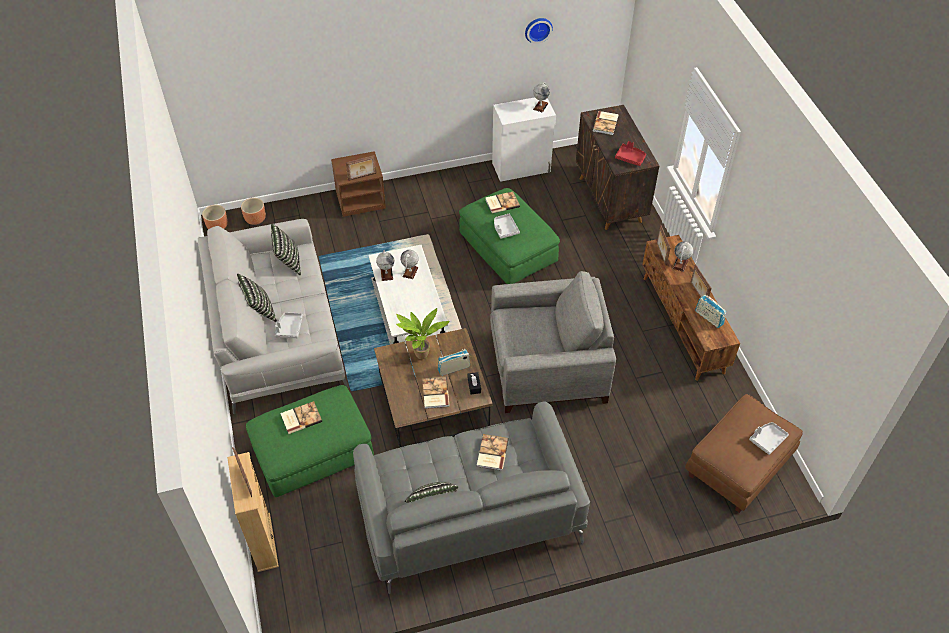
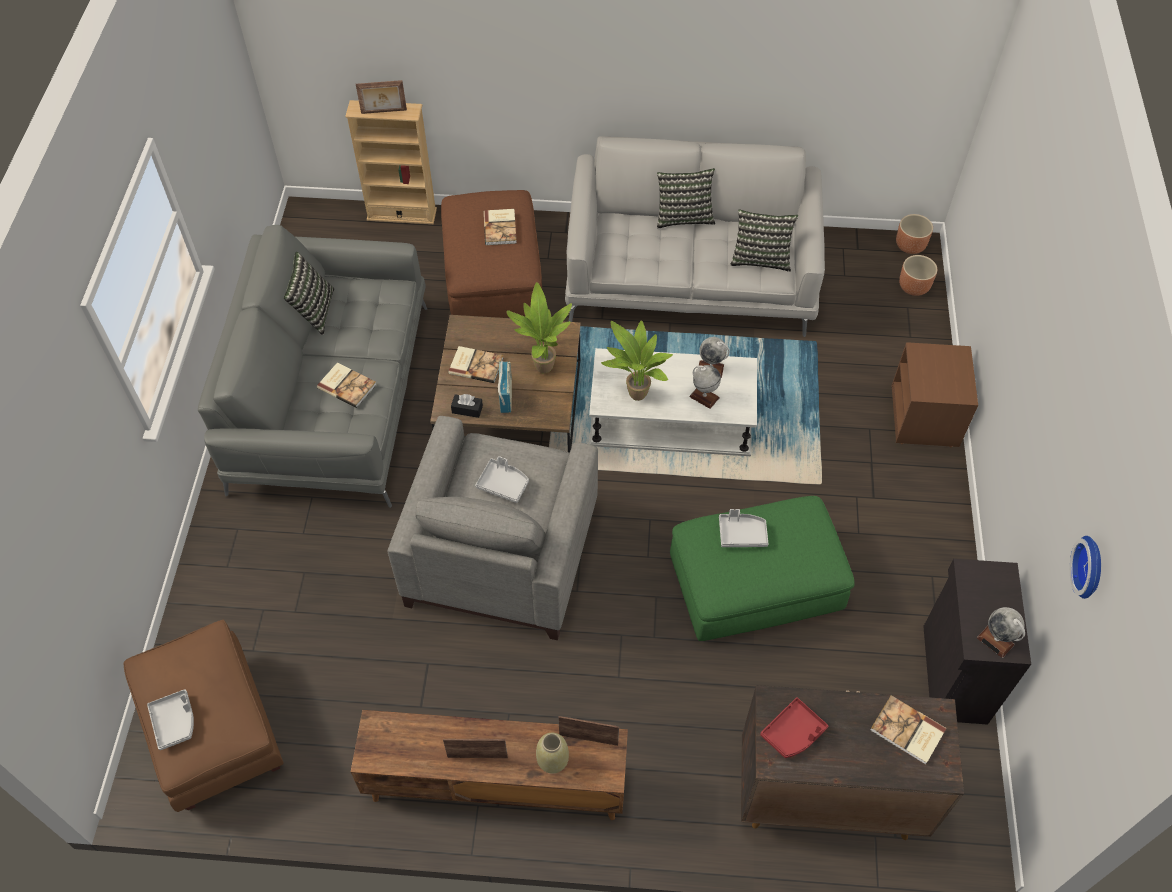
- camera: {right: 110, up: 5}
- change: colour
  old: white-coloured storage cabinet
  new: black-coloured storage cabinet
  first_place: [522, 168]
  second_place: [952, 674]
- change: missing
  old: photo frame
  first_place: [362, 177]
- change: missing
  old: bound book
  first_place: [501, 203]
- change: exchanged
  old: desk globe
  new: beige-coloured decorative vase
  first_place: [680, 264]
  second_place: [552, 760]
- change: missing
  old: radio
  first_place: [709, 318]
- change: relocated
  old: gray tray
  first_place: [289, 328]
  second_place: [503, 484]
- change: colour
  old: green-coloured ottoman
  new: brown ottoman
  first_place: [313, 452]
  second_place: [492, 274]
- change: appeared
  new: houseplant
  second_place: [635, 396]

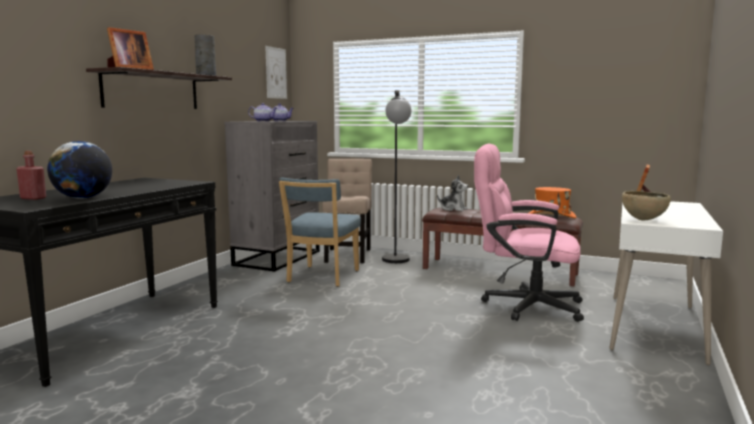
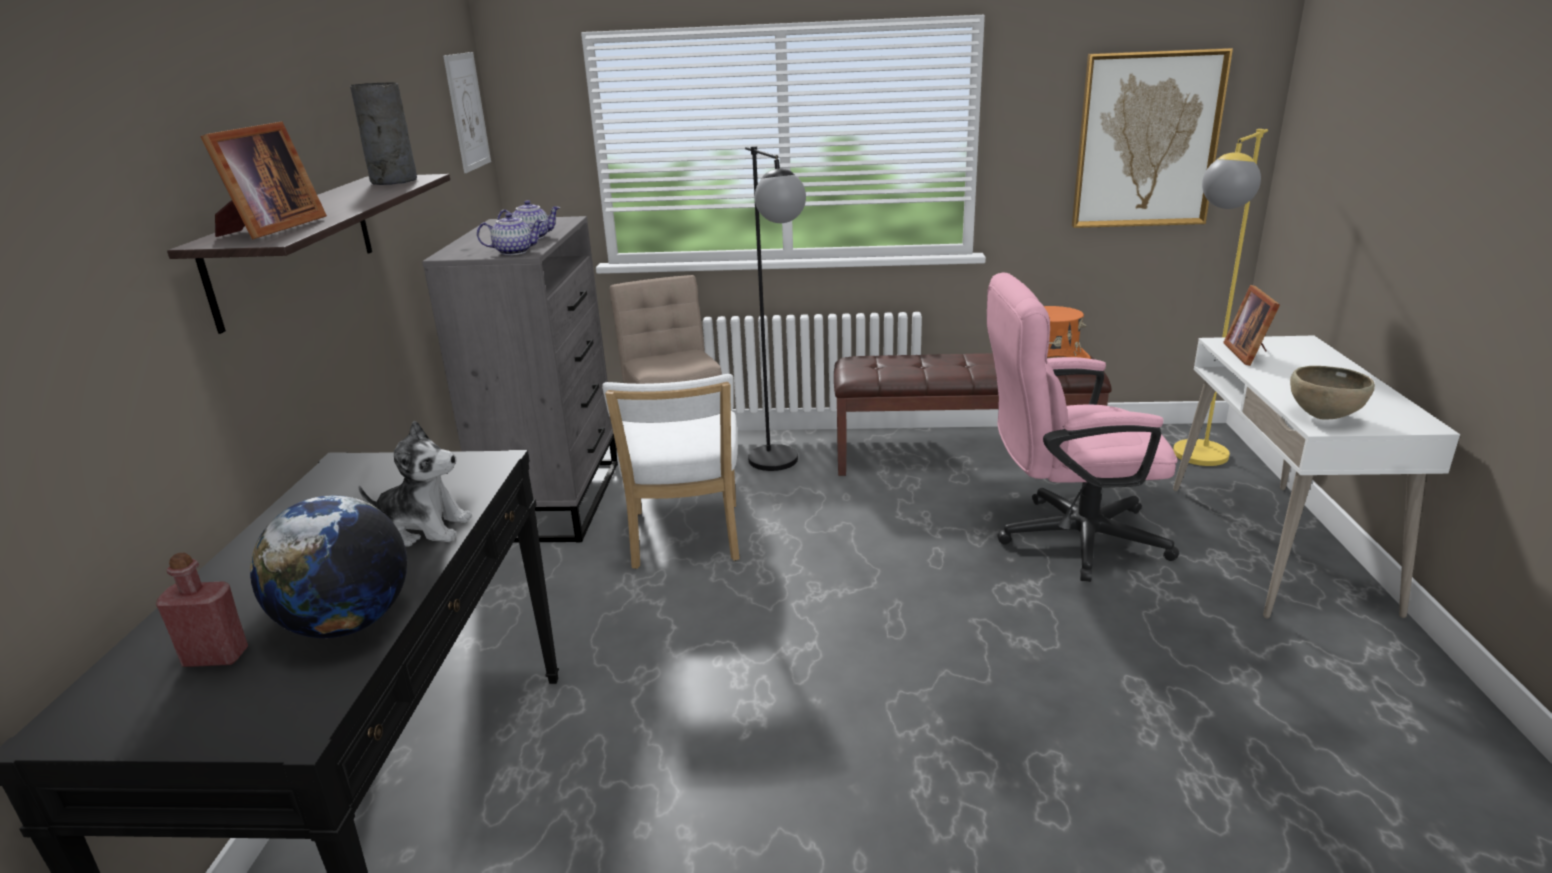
- camera: {right: -20, up: 15}
- change: relocated
  old: cuddly toy
  first_place: [453, 209]
  second_place: [424, 528]
- change: colour
  old: blue upright chair
  new: white-coloured upright chair
  first_place: [321, 277]
  second_place: [685, 540]
- change: appeared
  new: picture
  second_place: [1147, 140]
- change: appeared
  new: yellow floor lamp
  second_place: [1194, 461]

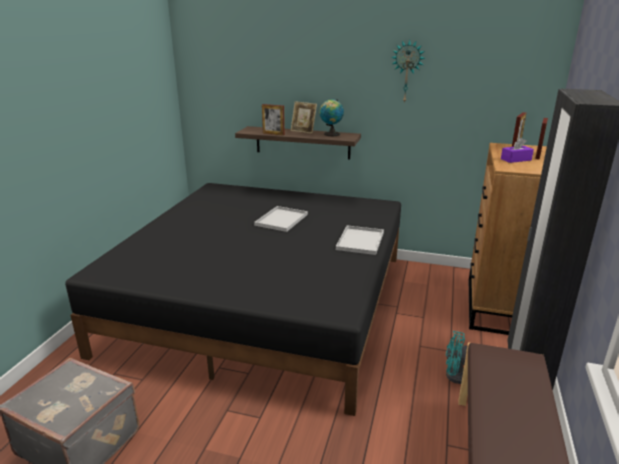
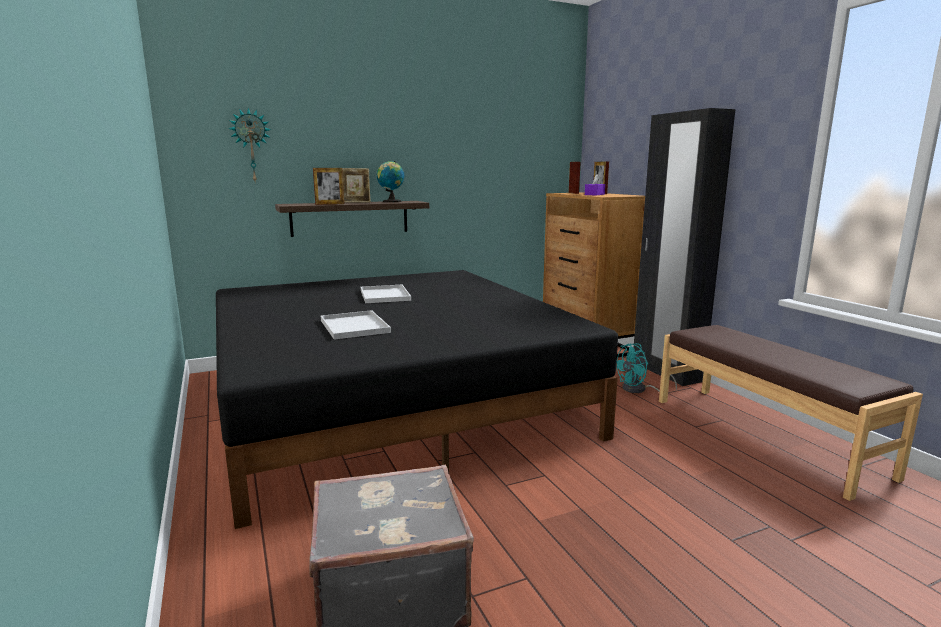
- camera: {right: -40, up: -10}
- change: relocated
  old: clock on the wall
  first_place: [407, 71]
  second_place: [251, 146]
- change: relocated
  old: white-coloured tray
  first_place: [360, 241]
  second_place: [355, 326]

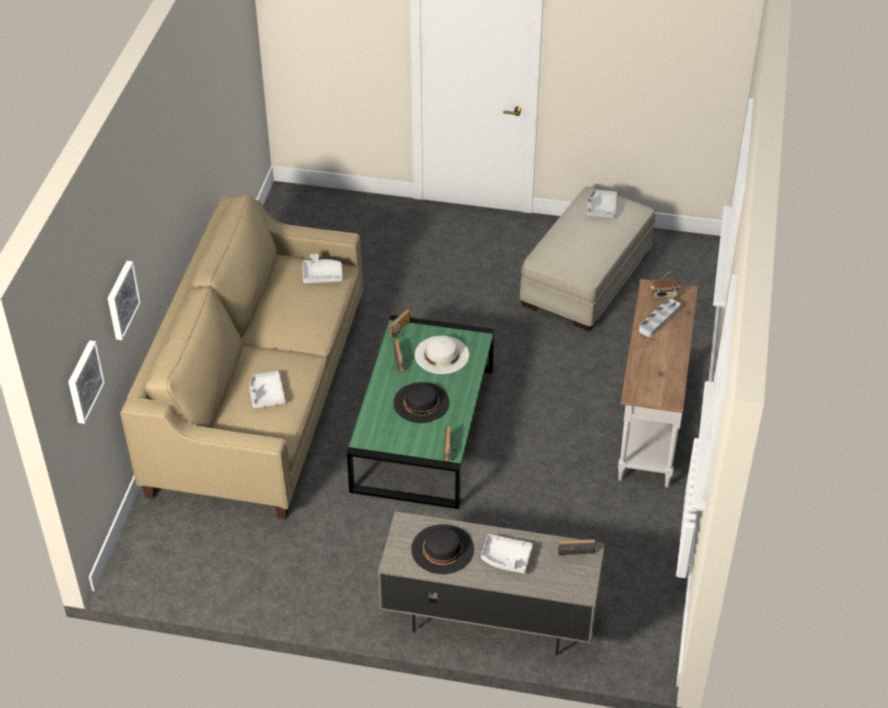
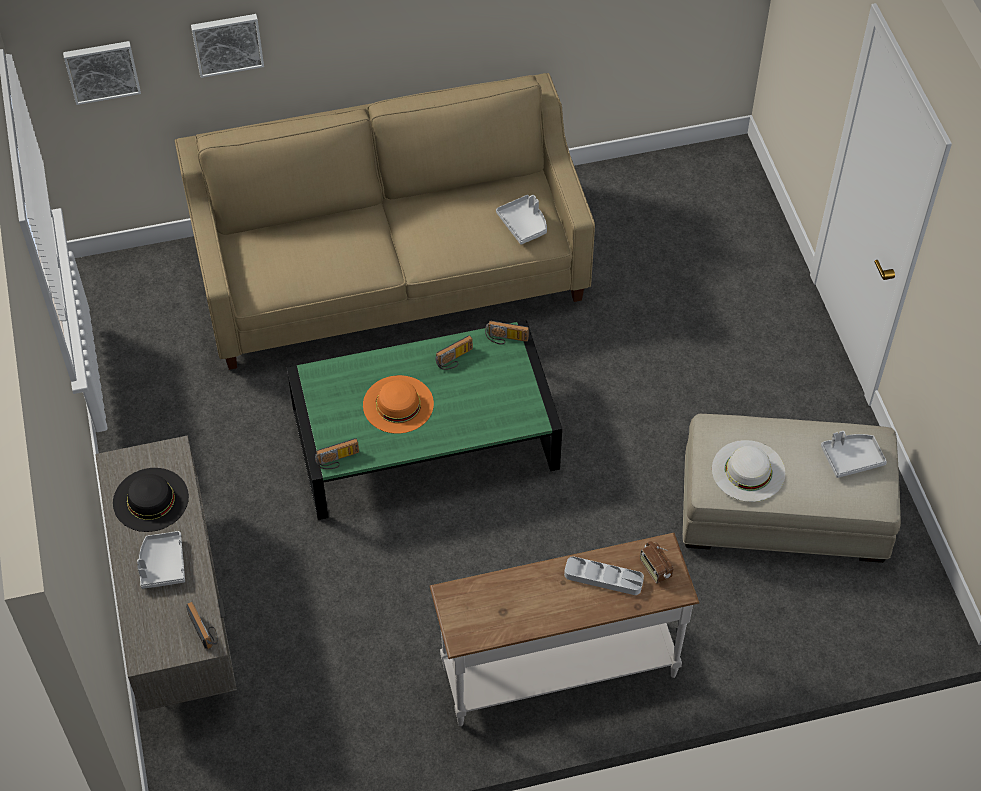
- camera: {right: 65, up: 10}
- change: relocated
  old: white-coloured hat
  first_place: [441, 355]
  second_place: [748, 471]
- change: missing
  old: gray tray
  first_place: [266, 394]
- change: colour
  old: black-coloured hat
  new: orange hat
  first_place: [421, 402]
  second_place: [398, 404]

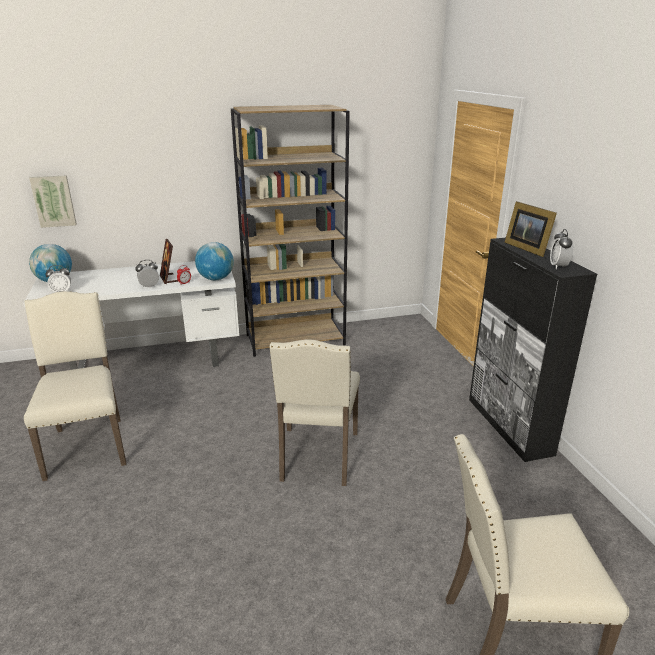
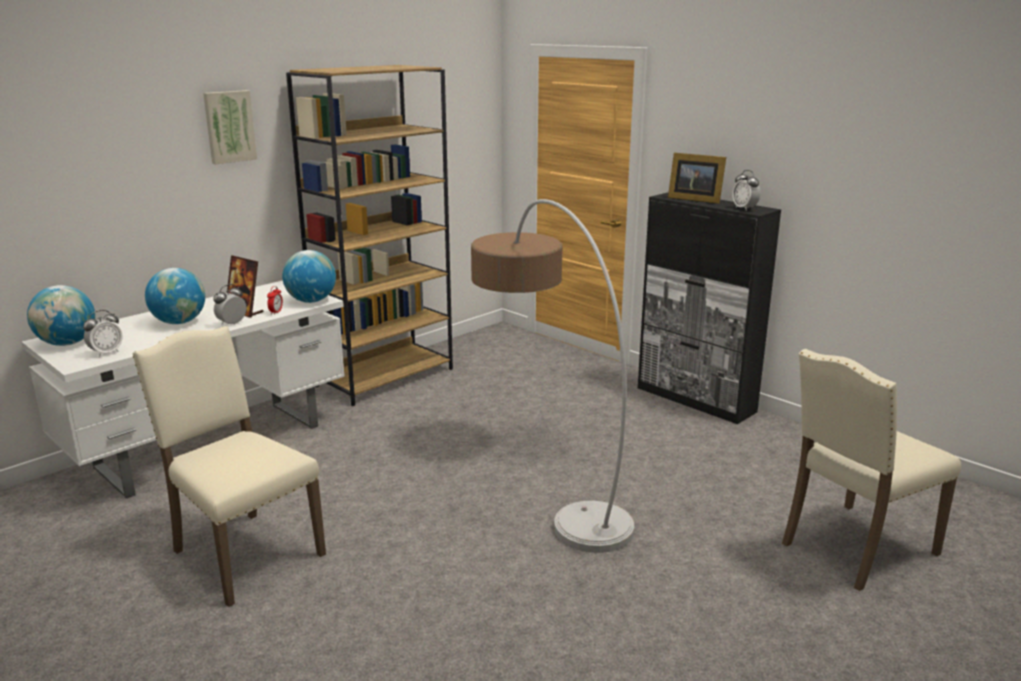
- camera: {right: -30, up: -5}
- change: relocated
  old: picture
  first_place: [54, 201]
  second_place: [229, 126]
- change: exchanged
  old: beige-coloured upright chair
  new: floor lamp
  first_place: [317, 457]
  second_place: [544, 477]
- change: appeared
  new: desk globe
  second_place: [179, 322]

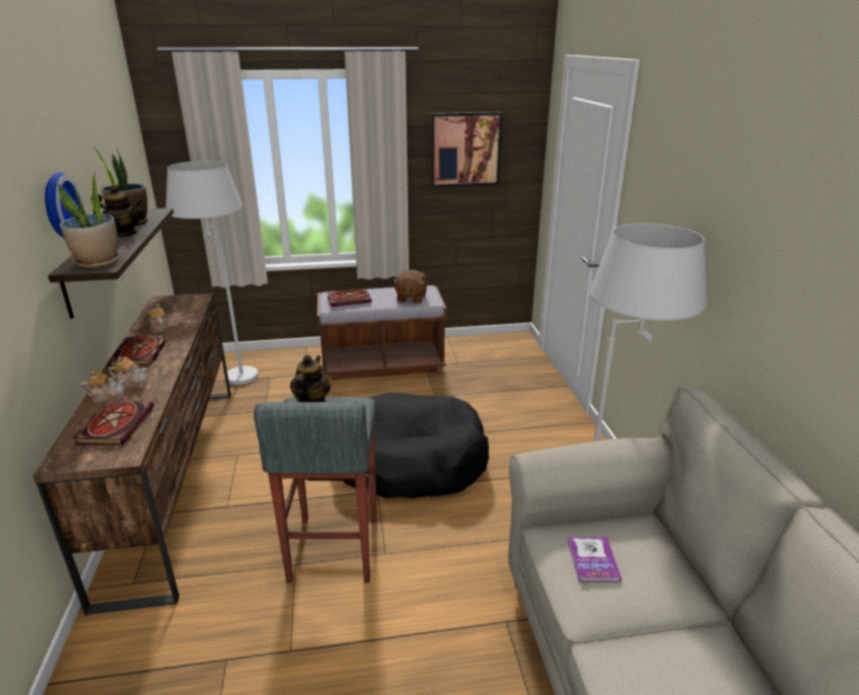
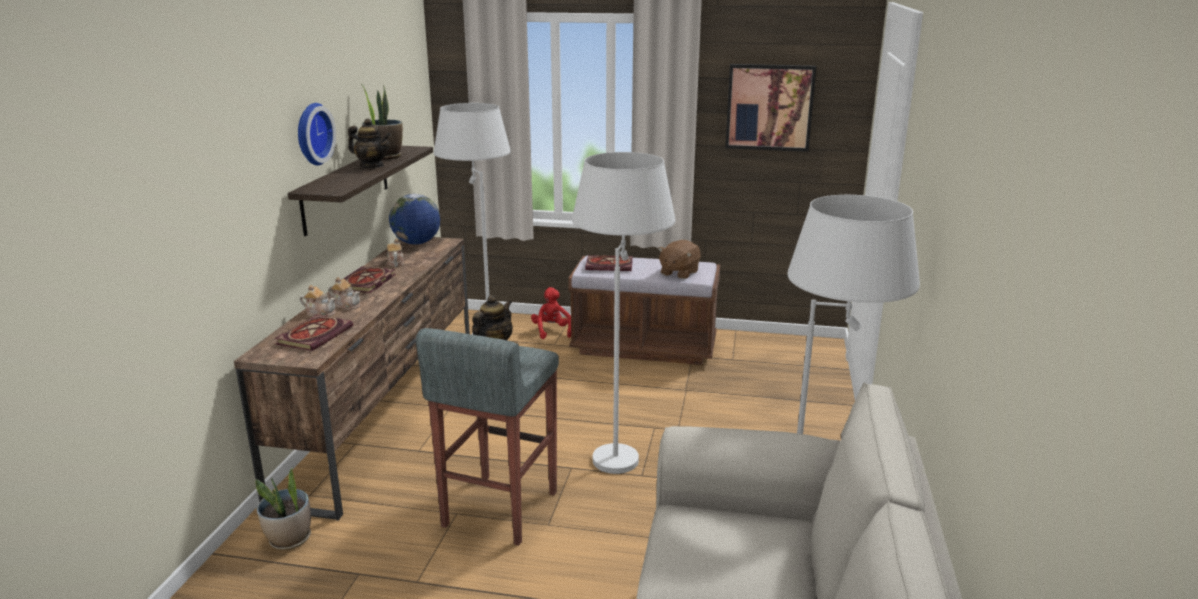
- camera: {right: 20, up: -5}
- change: relocated
  old: houseplant
  first_place: [98, 263]
  second_place: [289, 540]
- change: exchanged
  old: black-coloured dog cushion
  new: white-coloured floor lamp
  first_place: [409, 461]
  second_place: [620, 447]
- change: missing
  old: bound book
  first_place: [593, 560]
- change: appeared
  new: desk globe
  second_place: [417, 243]
- change: appeared
  new: red-coloured cuddly toy
  second_place: [552, 331]

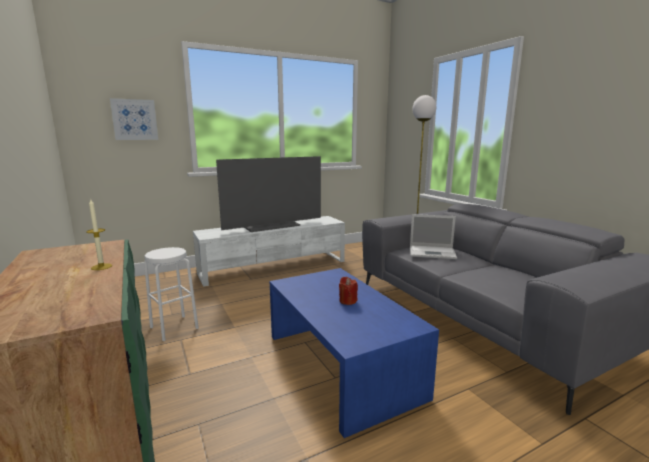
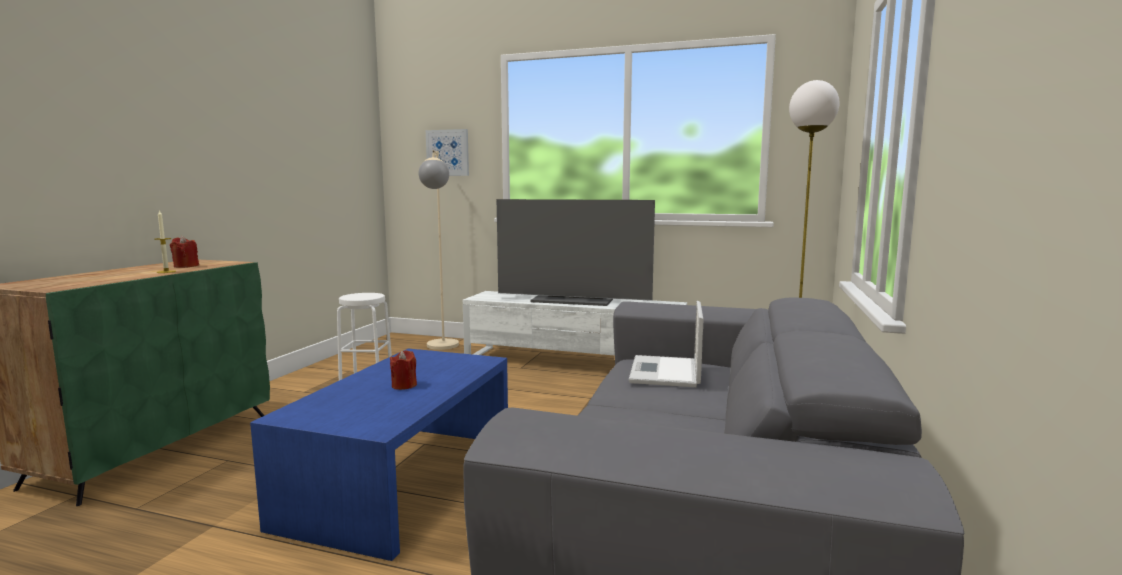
- camera: {right: 45, up: -5}
- change: spun
  old: laptop
  first_place: [433, 252]
  second_place: [666, 372]
  degrees: 45
- change: appeared
  new: beige-coloured floor lamp
  second_place: [442, 348]
- change: appeared
  new: red-coloured wax light
  second_place: [186, 266]

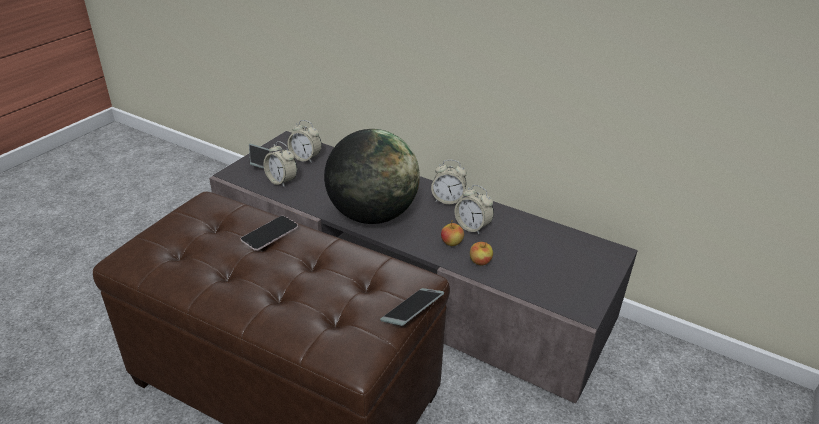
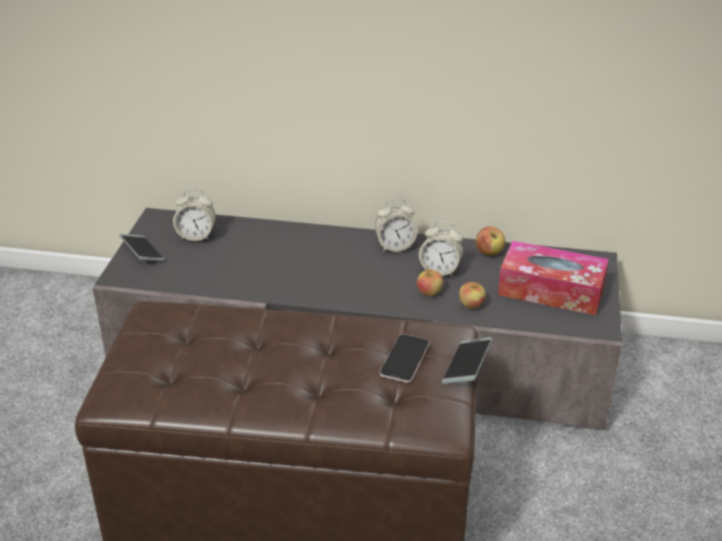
- camera: {right: -20, up: 0}
- change: missing
  old: desk globe
  first_place: [372, 215]
- change: missing
  old: bedside clock
  first_place: [281, 181]
- change: relocated
  old: phone
  first_place: [270, 233]
  second_place: [405, 359]
- change: appeared
  new: apple fruit
  second_place: [489, 253]
- change: appeared
  new: tissue box
  second_place: [551, 290]

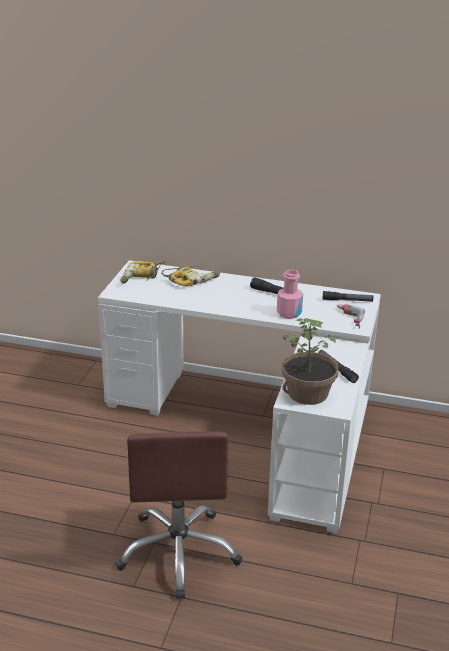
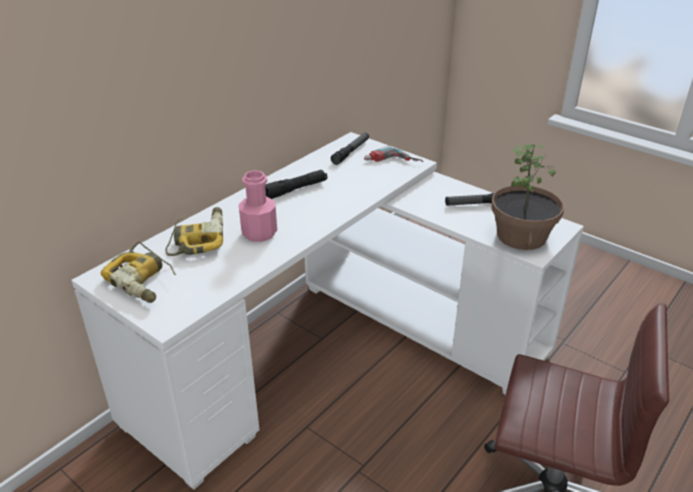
- camera: {right: -65, up: 5}
- change: relocated
  old: pink-coloured beverage bottle
  first_place: [289, 313]
  second_place: [259, 233]

